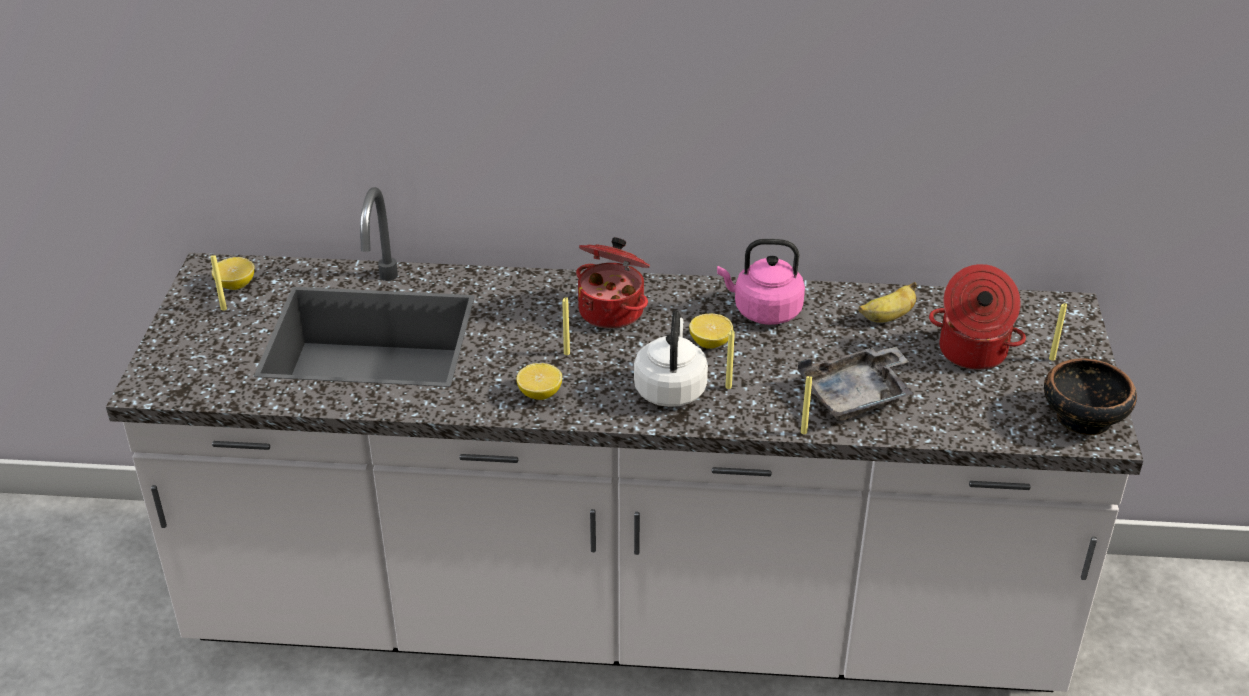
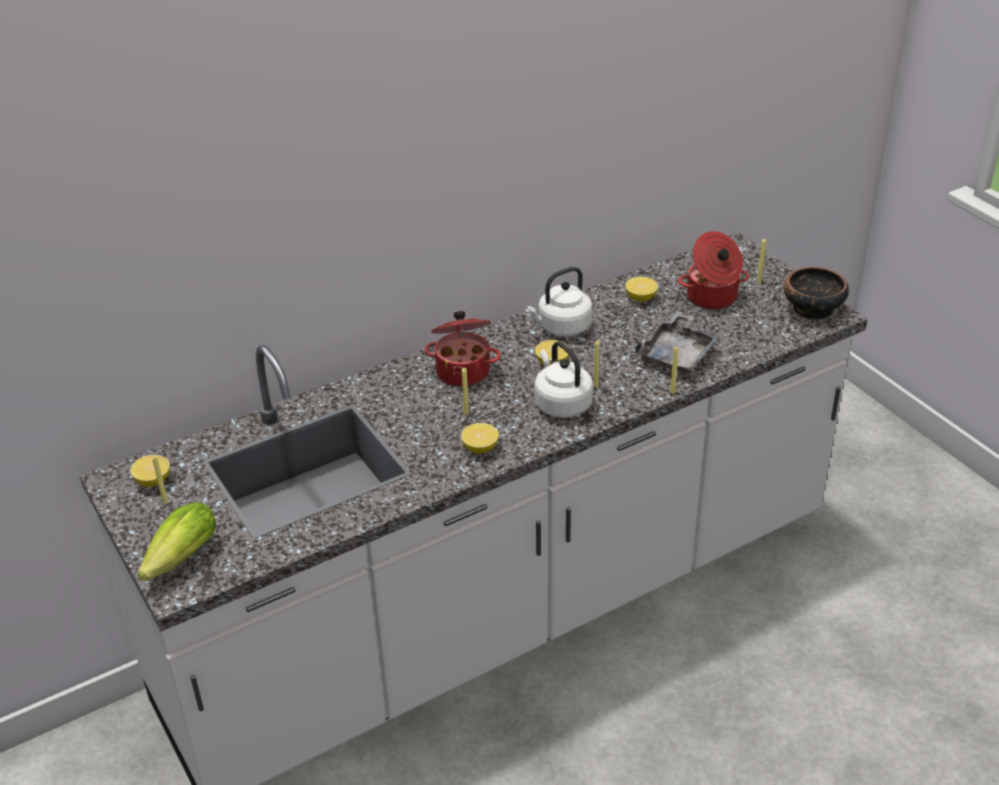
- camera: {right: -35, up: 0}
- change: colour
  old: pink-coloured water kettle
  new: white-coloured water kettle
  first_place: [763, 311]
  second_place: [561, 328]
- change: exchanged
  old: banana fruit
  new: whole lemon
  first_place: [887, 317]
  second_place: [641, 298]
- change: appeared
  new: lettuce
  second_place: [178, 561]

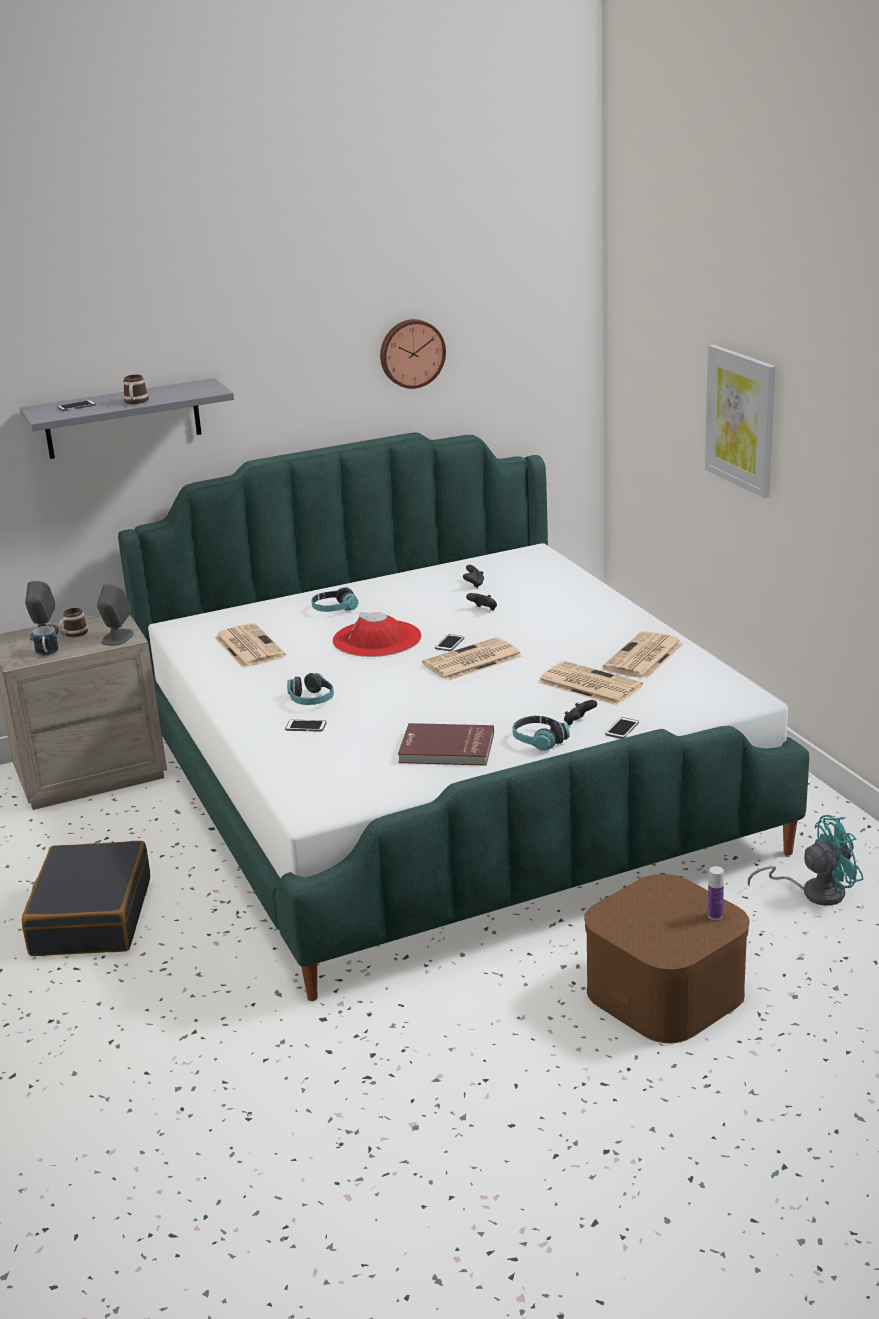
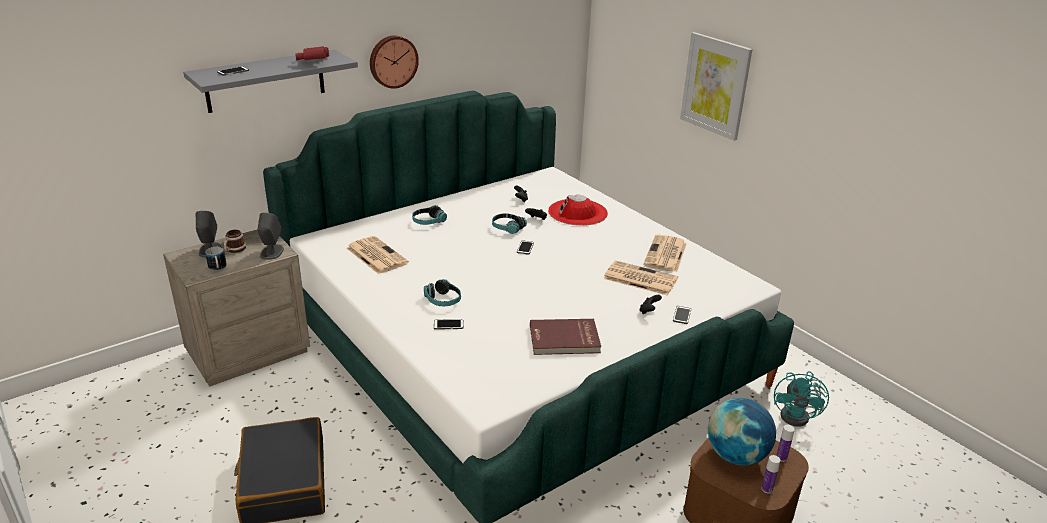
- camera: {right: -15, up: 5}
- change: relocated
  old: clock on the wall
  first_place: [411, 353]
  second_place: [392, 61]
- change: missing
  old: coffee mug
  first_place: [135, 402]
- change: relocated
  old: red-coloured hat
  first_place: [377, 639]
  second_place: [578, 212]
- change: missing
  old: printed paper
  first_place: [471, 661]
- change: relocated
  old: headset
  first_place: [539, 740]
  second_place: [507, 228]
- change: spun
  old: turquoise-coloured electric fan
  first_place: [814, 892]
  second_place: [799, 416]
  degrees: 135
- change: appeared
  new: red-coloured pair of binoculars
  second_place: [313, 62]
- change: appeared
  new: desk globe
  second_place: [736, 455]
- change: appeared
  new: beverage bottle
  second_place: [767, 489]

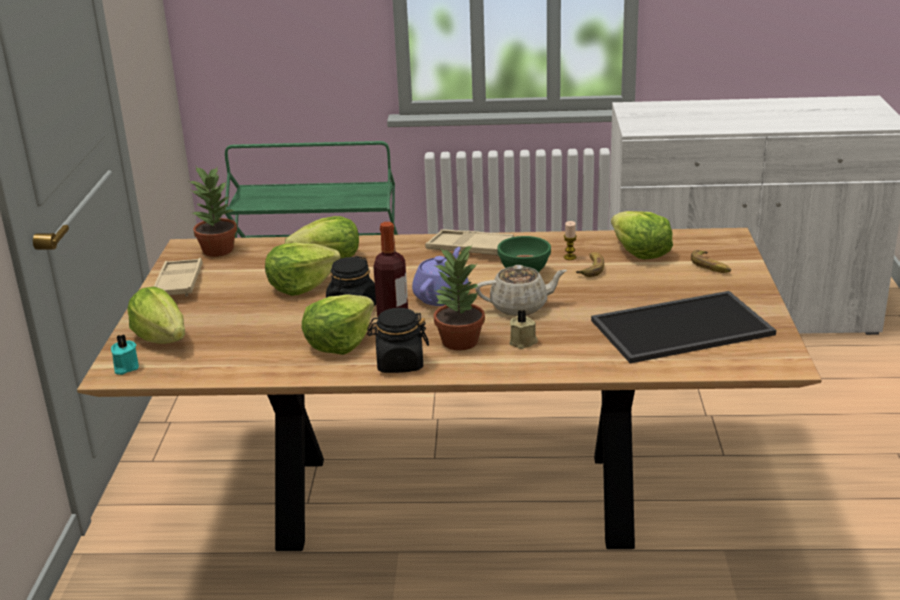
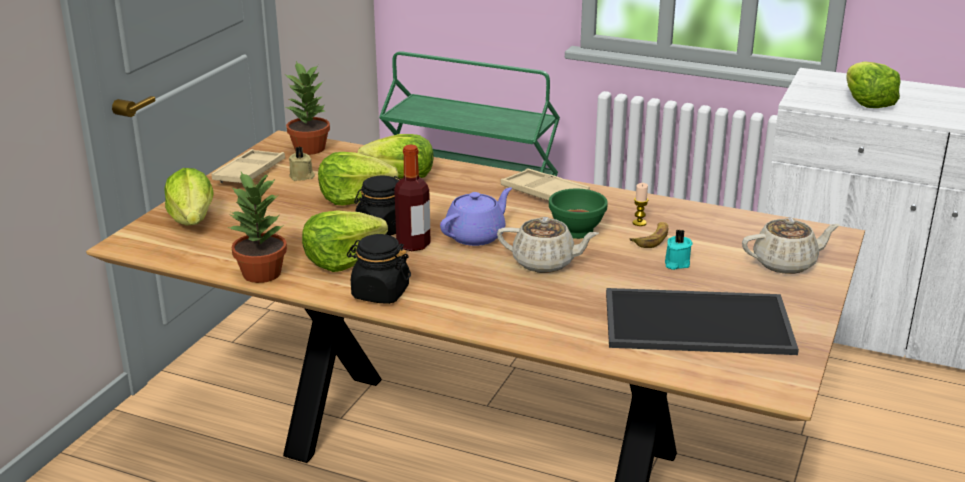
- camera: {right: 20, up: 0}
- change: relocated
  old: lettuce
  first_place: [639, 252]
  second_place: [867, 103]
- change: relocated
  old: houseplant
  first_place: [461, 342]
  second_place: [262, 274]
- change: exchanged
  old: banana fruit
  new: beige-coloured pot for tea
  first_place: [710, 266]
  second_place: [786, 263]
- change: relocated
  old: beige-coloured wax light
  first_place: [523, 342]
  second_place: [302, 176]
- change: relocated
  old: turquoise-coloured wax light
  first_place: [125, 367]
  second_place: [676, 263]

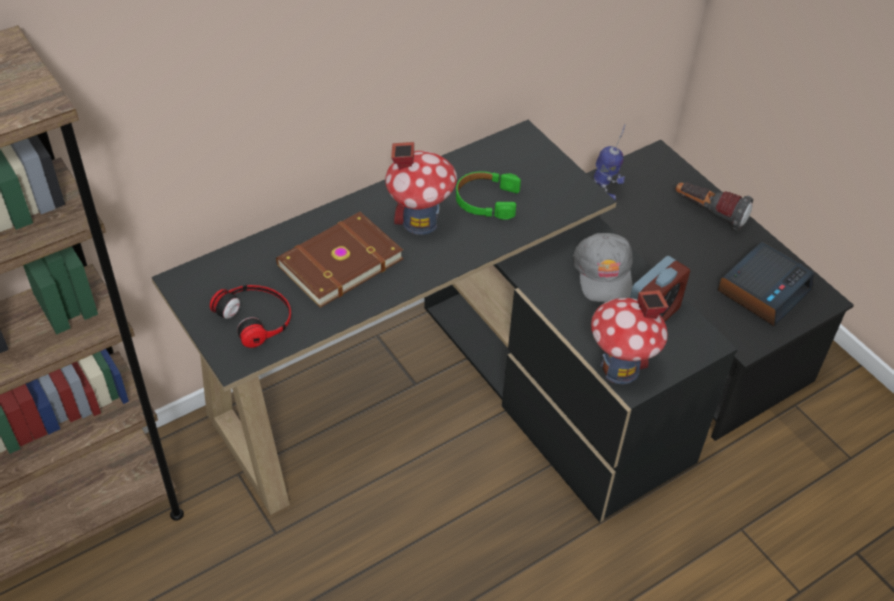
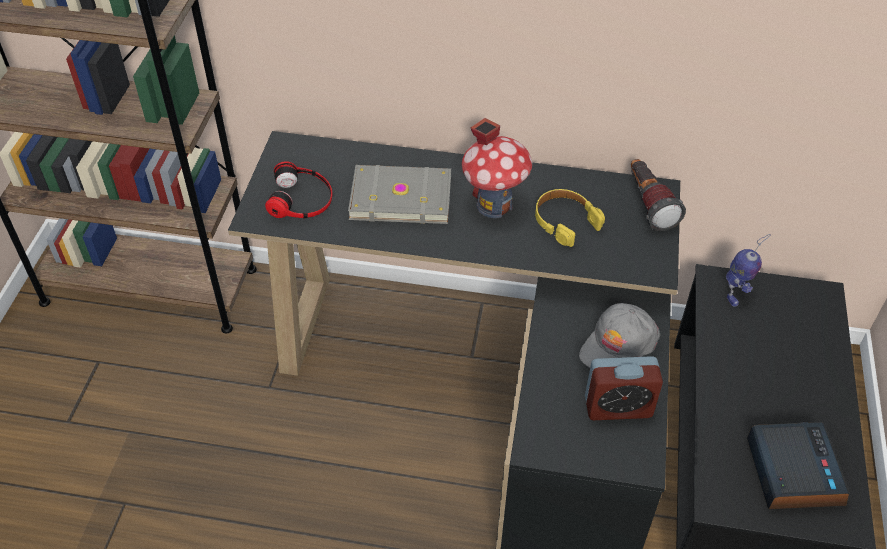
- camera: {right: 45, up: 0}
- change: colour
  old: green-coloured headset
  new: yellow headset
  first_place: [486, 201]
  second_place: [565, 221]
- change: relocated
  old: flashlight
  first_place: [709, 213]
  second_place: [648, 204]
- change: colour
  old: brown bound book
  new: gray bound book
  first_place: [338, 261]
  second_place: [400, 196]
- change: spun
  old: bedside clock
  first_place: [763, 290]
  second_place: [792, 471]
  degrees: -90
- change: missing
  old: toy house
  first_place: [620, 368]

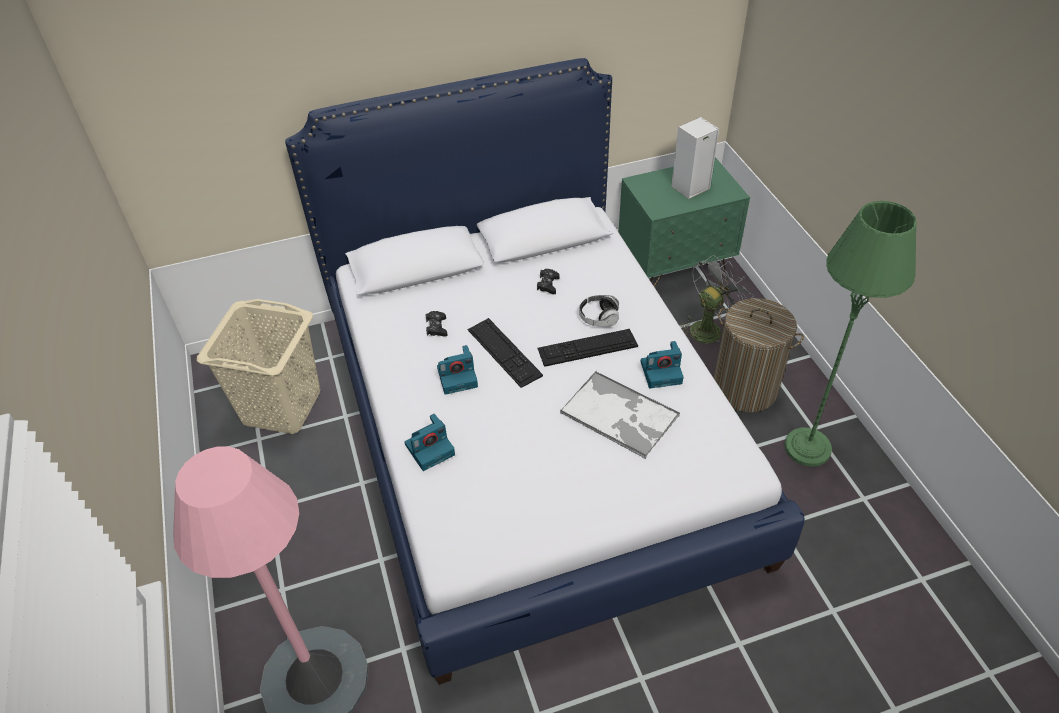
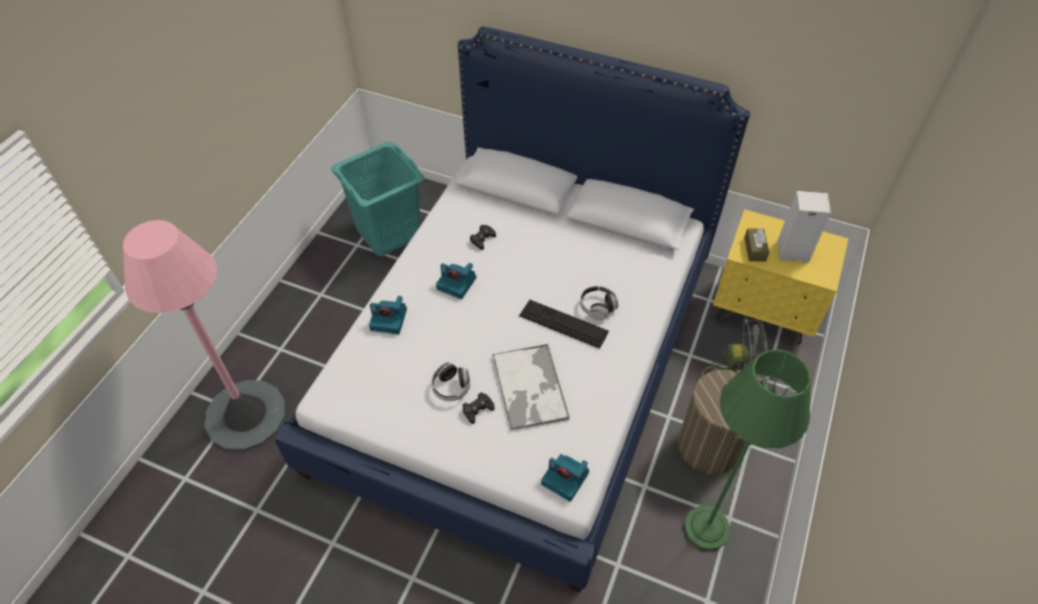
- camera: {right: 40, up: 5}
- change: colour
  old: green-coloured bedside table
  new: yellow bedside table
  first_place: [675, 266]
  second_place: [763, 312]
- change: relocated
  old: black-coloured gamepad
  first_place: [548, 284]
  second_place: [477, 409]
- change: colour
  old: beige-coloured laundry basket
  new: turquoise-coloured laundry basket
  first_place: [282, 407]
  second_place: [389, 233]
- change: missing
  old: keyboard
  first_place: [504, 352]
- change: relocated
  old: photo camera
  first_place: [662, 372]
  second_place: [566, 478]
- change: appeared
  new: brown tissue box
  second_place: [754, 249]
- change: appeared
  new: headset
  second_place: [451, 387]

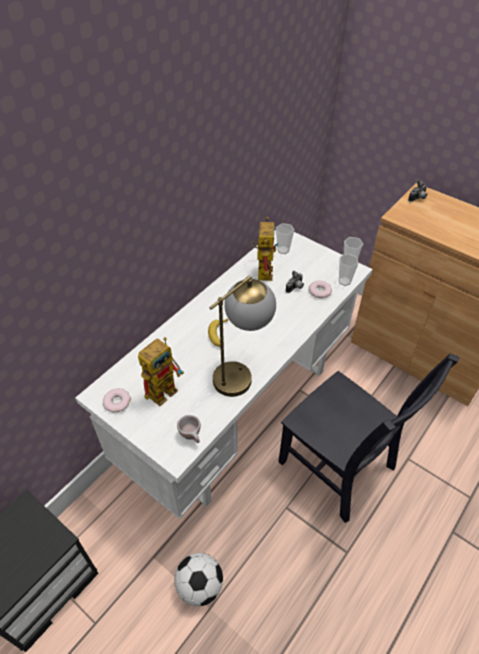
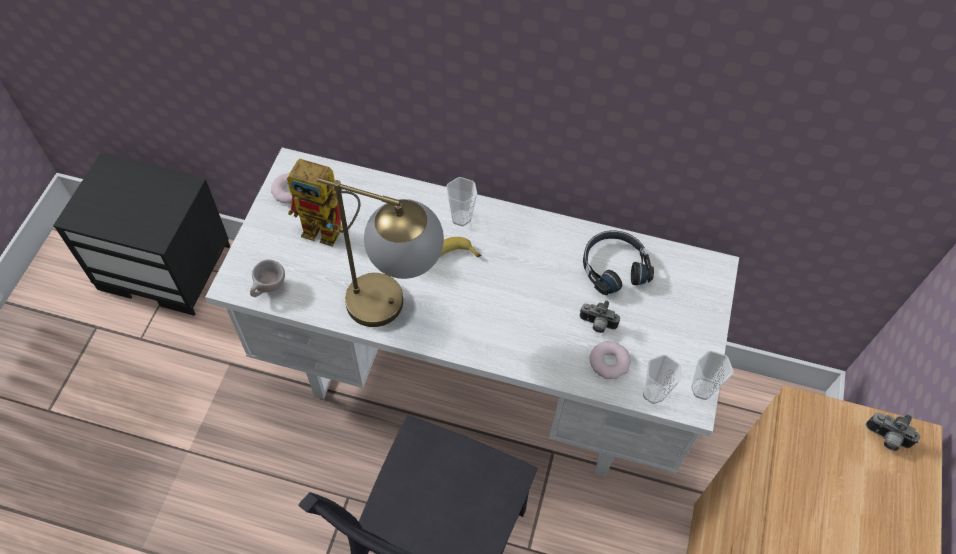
- camera: {right: 65, up: 10}
- change: exchanged
  old: toy robot
  new: black-coloured headset
  first_place: [263, 269]
  second_place: [613, 266]
- change: relocated
  old: small cup
  first_place: [283, 250]
  second_place: [461, 218]
- change: missing
  old: football
  first_place: [200, 586]

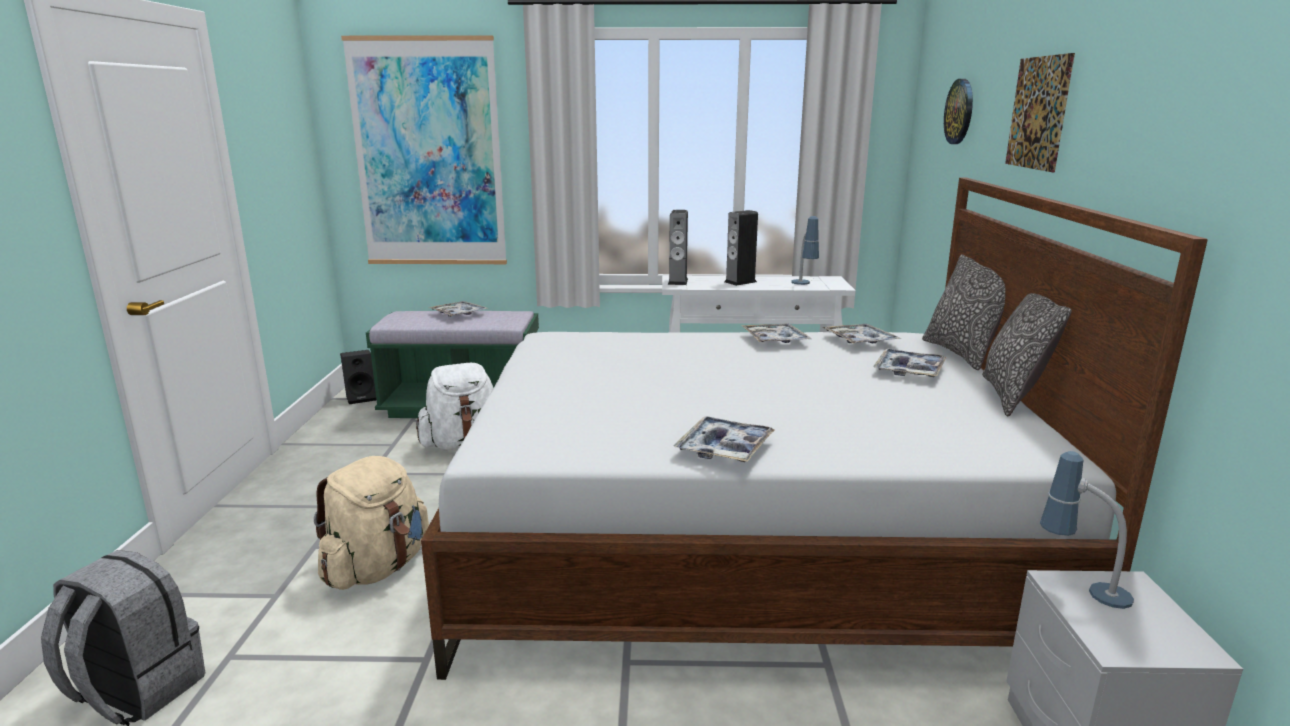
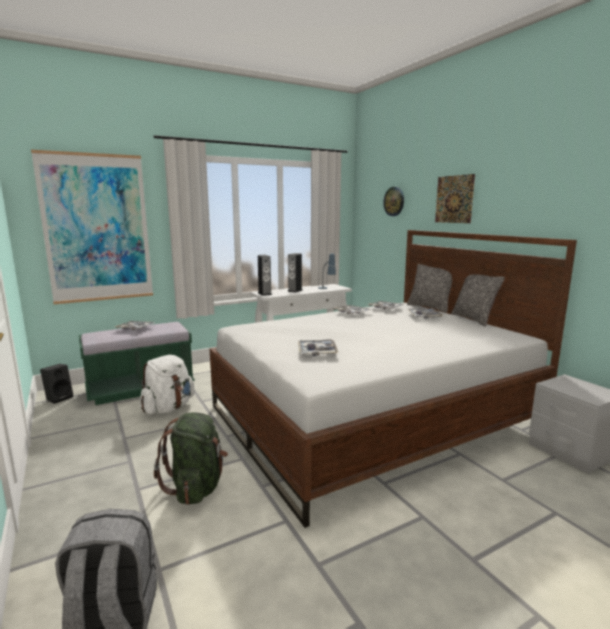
- camera: {right: -30, up: -5}
- change: relocated
  old: tray
  first_place: [724, 448]
  second_place: [317, 352]
- change: missing
  old: table lamp
  first_place: [1079, 589]
- change: colour
  old: beige-coloured backpack
  new: green-coloured backpack
  first_place: [377, 568]
  second_place: [196, 486]

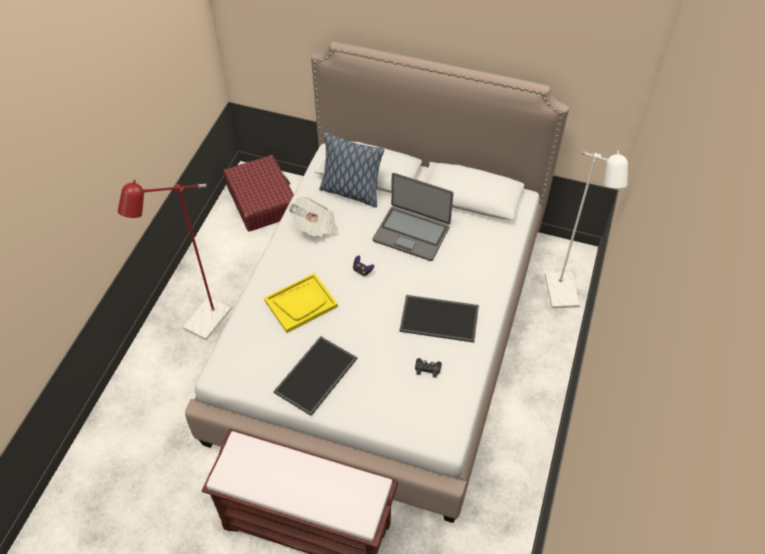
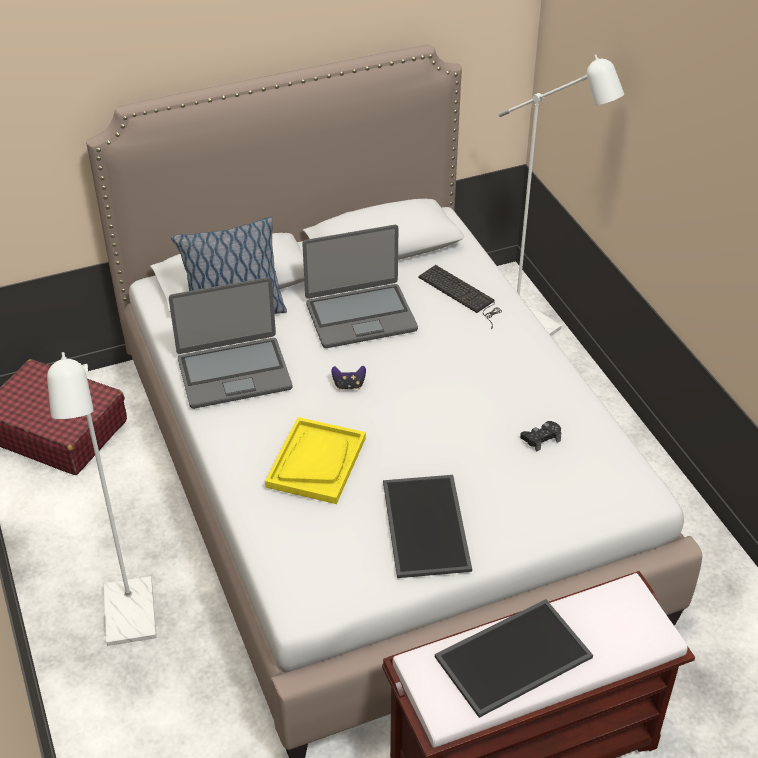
- camera: {right: -40, up: -10}
- change: colour
  old: red-coloured floor lamp
  new: white-coloured floor lamp
  first_place: [202, 326]
  second_place: [131, 624]
- change: exchanged
  old: printed paper
  new: laptop
  first_place: [315, 227]
  second_place: [234, 372]
- change: relocated
  old: tray
  first_place: [440, 318]
  second_place: [513, 655]
- change: appeared
  new: keyboard
  second_place: [462, 295]

